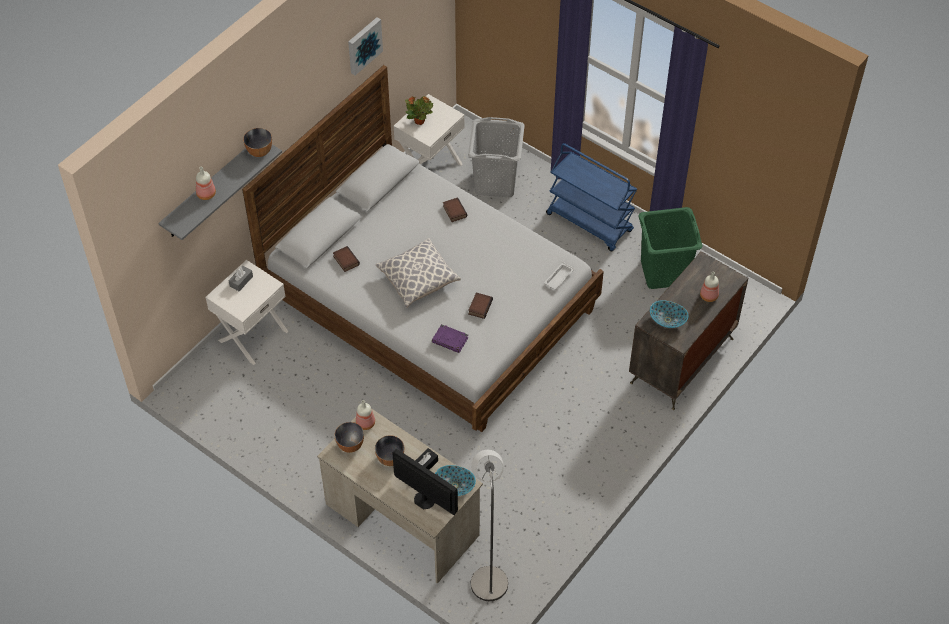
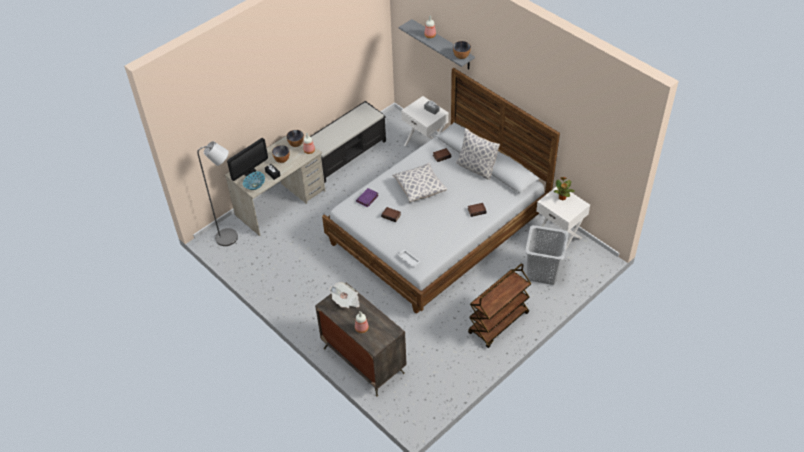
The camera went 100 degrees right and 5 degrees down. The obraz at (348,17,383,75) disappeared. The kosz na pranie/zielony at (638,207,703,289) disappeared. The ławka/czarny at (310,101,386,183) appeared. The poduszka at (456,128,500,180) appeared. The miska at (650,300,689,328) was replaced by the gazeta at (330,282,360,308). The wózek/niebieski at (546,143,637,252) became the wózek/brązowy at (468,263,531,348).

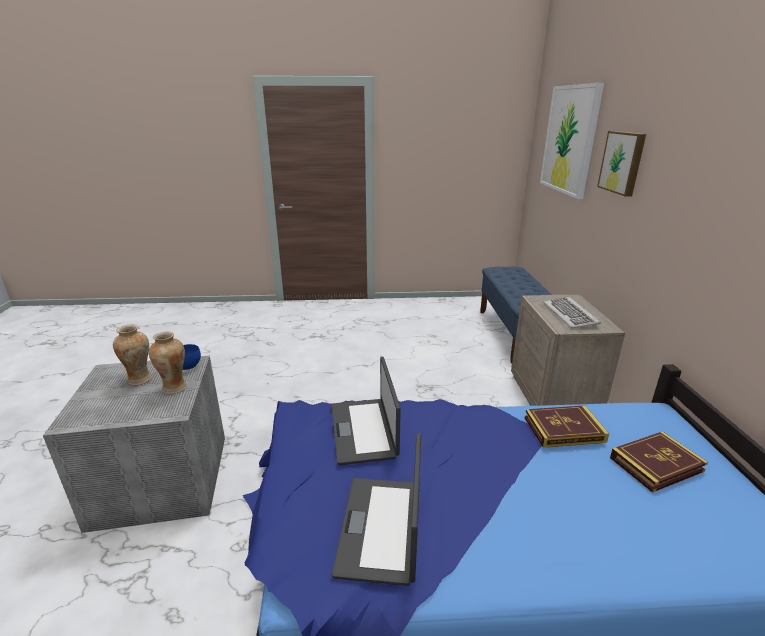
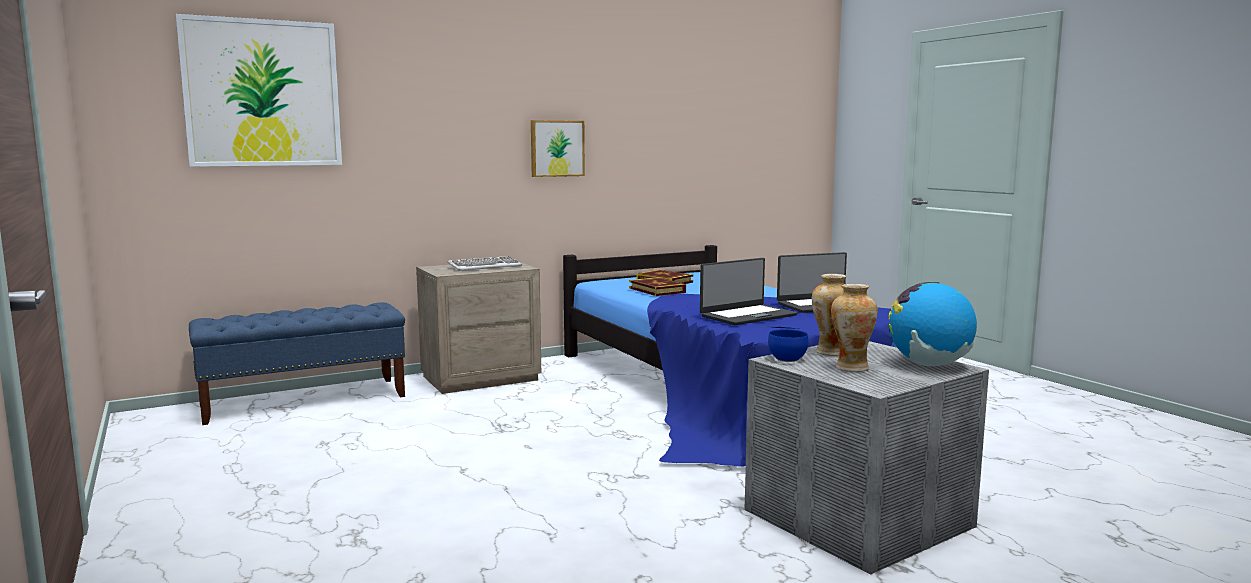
The camera went 115 degrees left and 15 degrees down. The globus at (888,282,977,366) appeared. The obraz moved from (597,131,646,196) to (531,120,585,177).

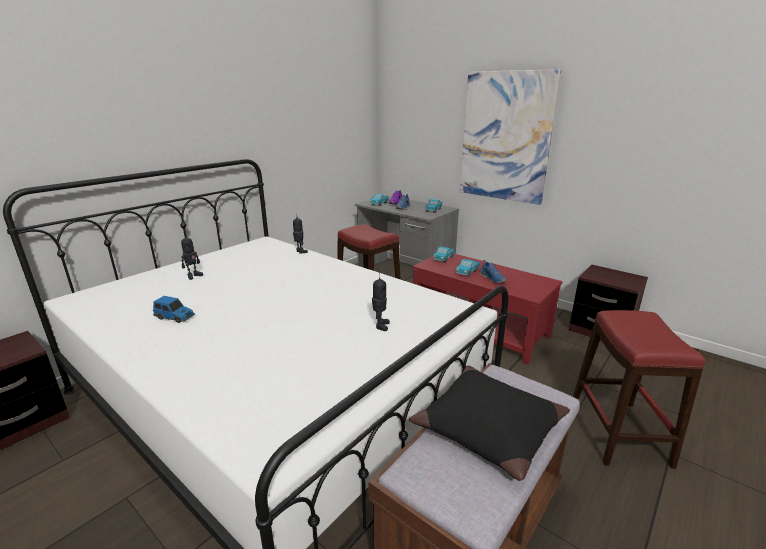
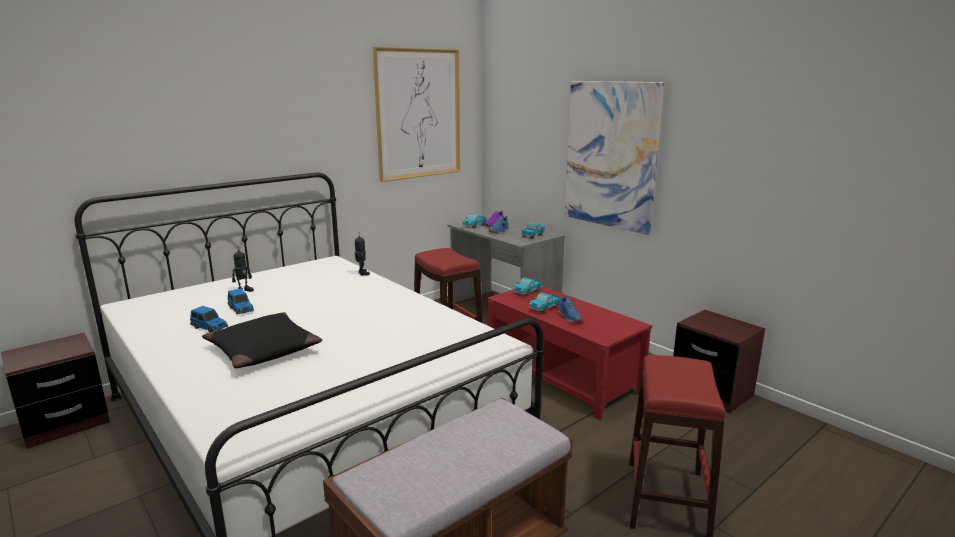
The camera went 10 degrees right and 5 degrees down. The robot zabawkowy at (372,272,390,331) disappeared. The samochodzik at (227,288,254,314) appeared. The obraz at (373,47,460,182) appeared. The poduszka/czarny moved from (409,366,570,481) to (202,312,322,368).

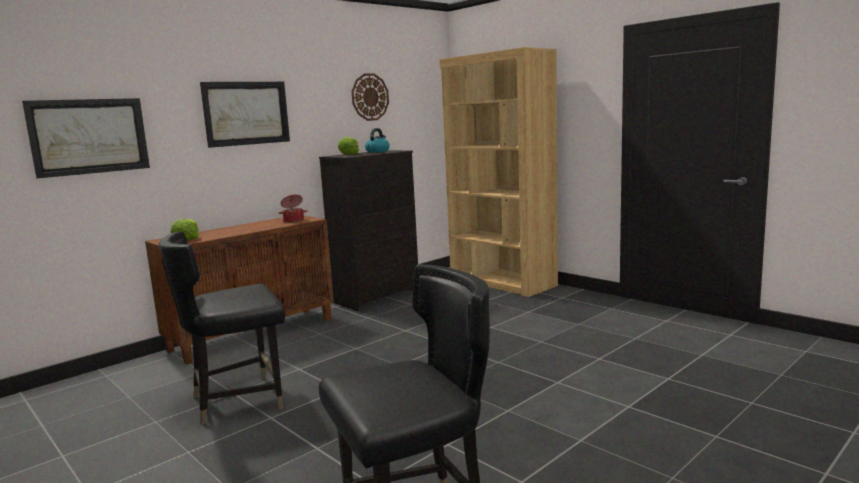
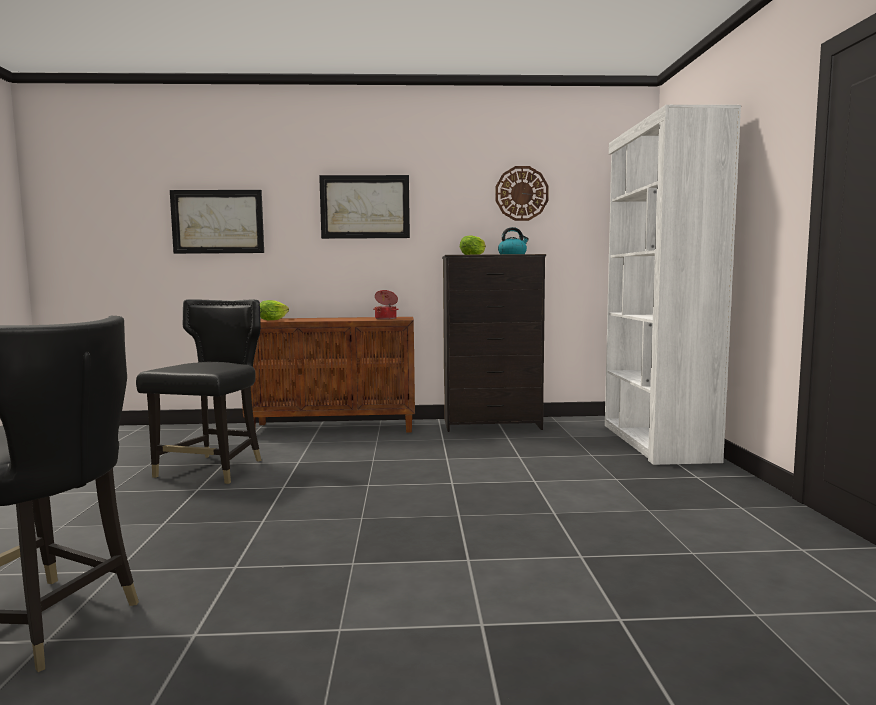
The camera went 40 degrees right and 5 degrees down. The regał/brązowy at (439,47,558,297) became the regał/biały at (605,105,741,465). The krzesło/czarny at (159,231,285,425) turned 90 degrees clockwise.

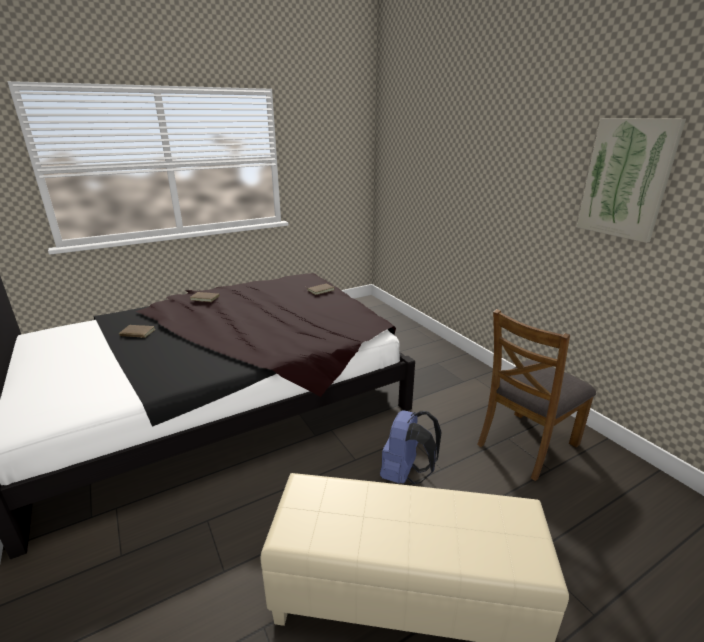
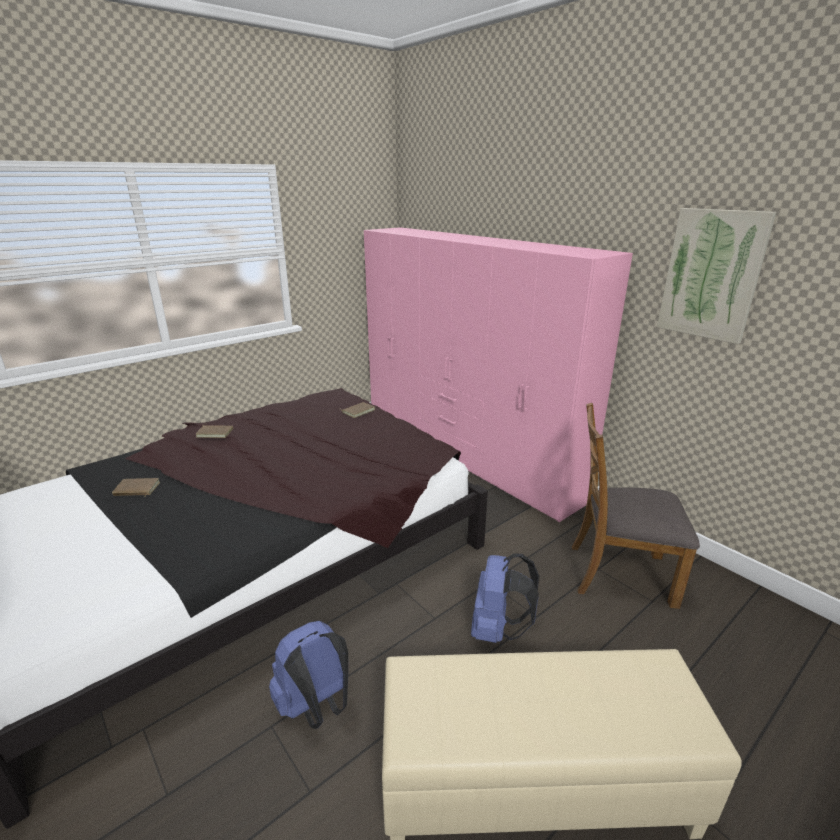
The camera went 10 degrees left and 0 degrees up. The plecak/niebieski at (269,621,348,729) appeared. The szafa/różowy at (364,227,633,522) appeared. The krzesło/brązowy at (477,309,596,481) turned 60 degrees clockwise.

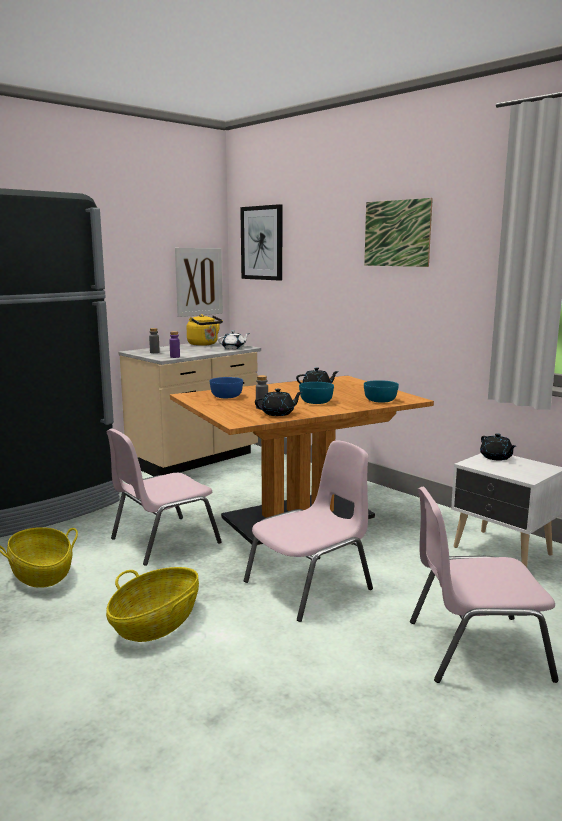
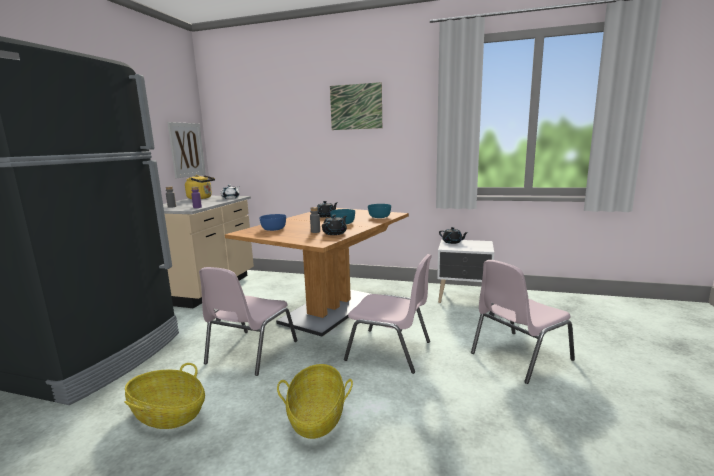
The camera went 30 degrees left and 0 degrees up. The obraz at (240,204,282,281) disappeared. The krzesło/różowy at (244,440,373,622) turned 90 degrees clockwise.

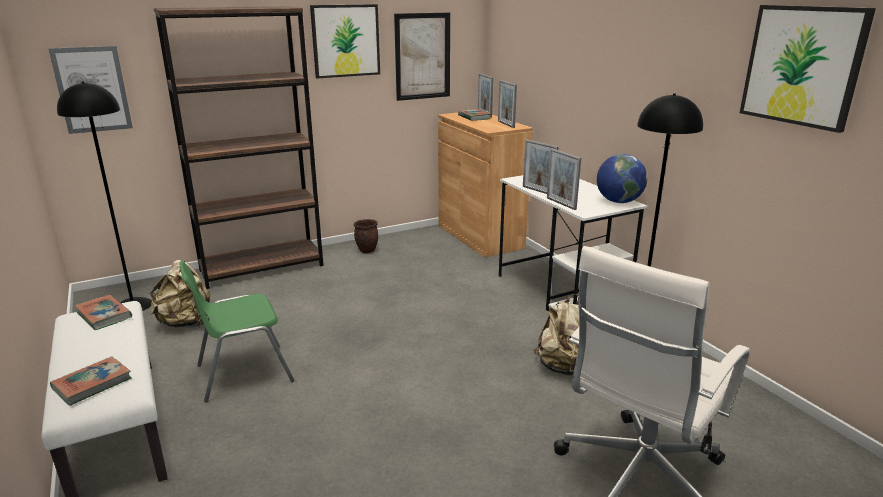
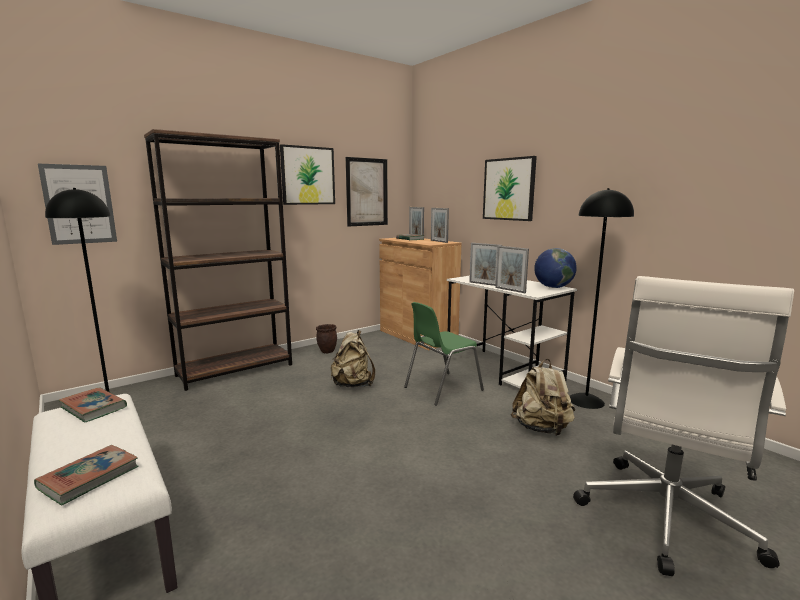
The camera went 10 degrees left and 10 degrees down. The plecak/beżowy moved from (149,260,210,328) to (331,330,375,387). The krzesło/zielony moved from (179,261,294,403) to (404,302,484,406). The obraz moved from (740,5,876,133) to (483,156,537,221).

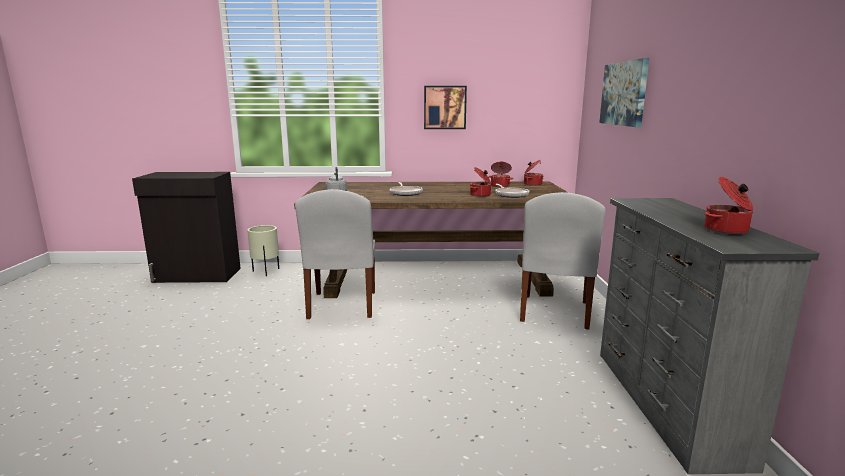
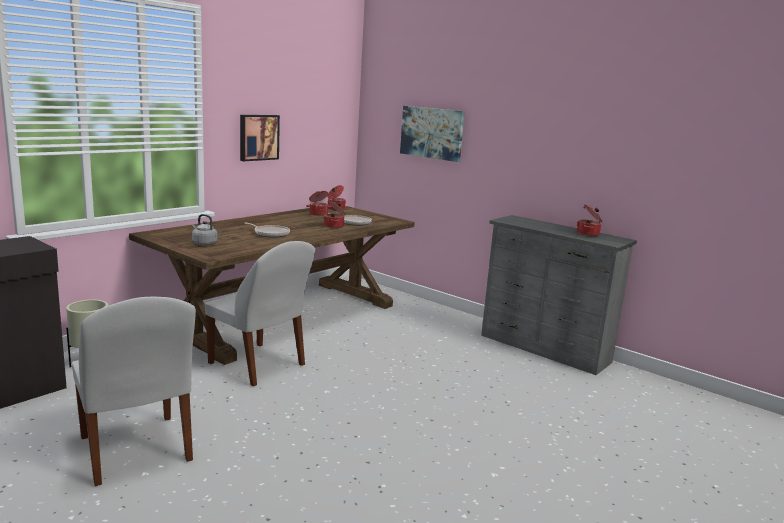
The camera went 50 degrees left and 0 degrees up. The krzesło/biały moved from (520,192,605,329) to (72,297,196,486).

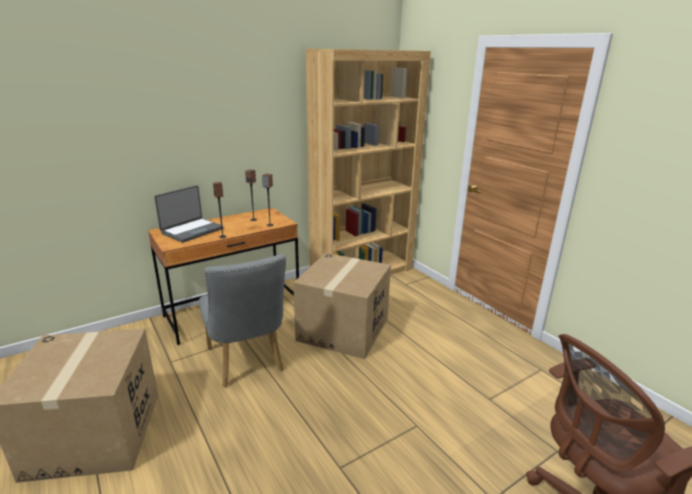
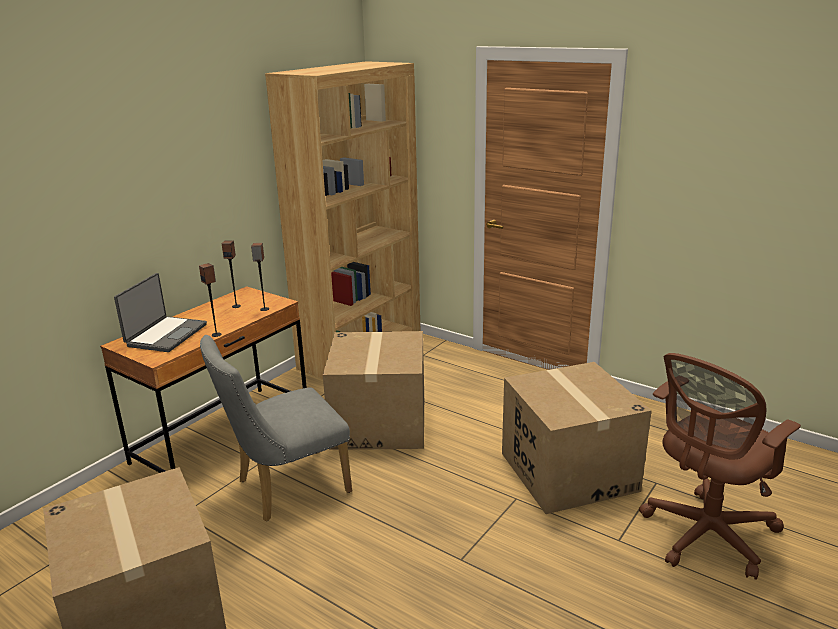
The camera went 20 degrees left and 0 degrees up. The karton at (502,362,652,514) appeared. The krzesło/szary at (199,254,286,387) turned 105 degrees clockwise.

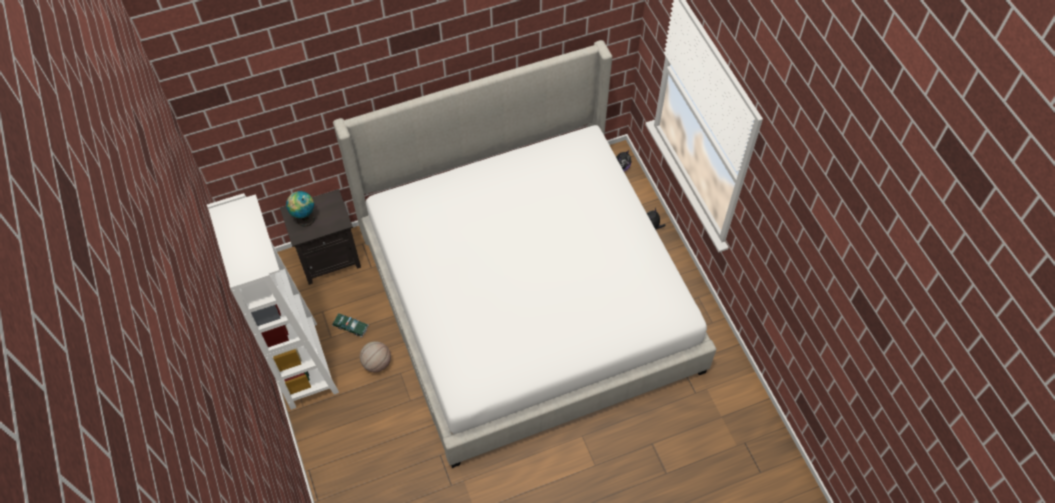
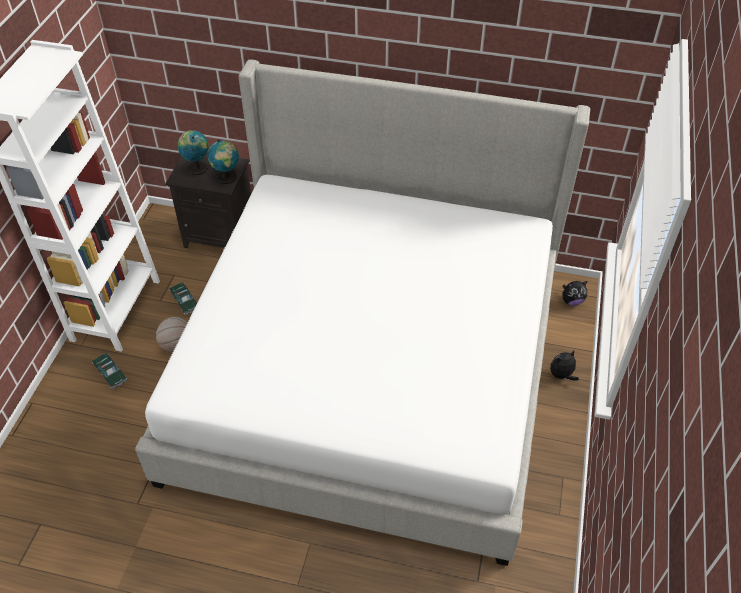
The camera went 35 degrees right and 10 degrees down. The samochodzik at (92,353,127,389) appeared. The globus at (208,140,239,184) appeared.

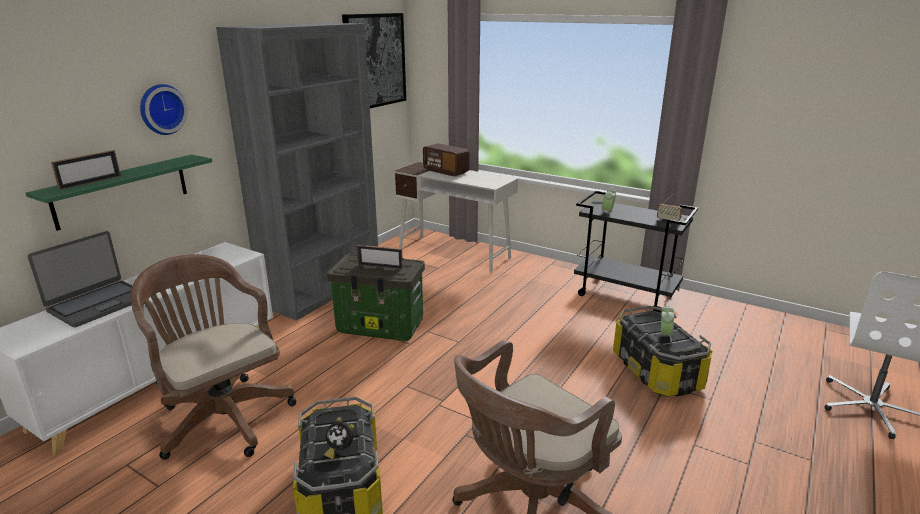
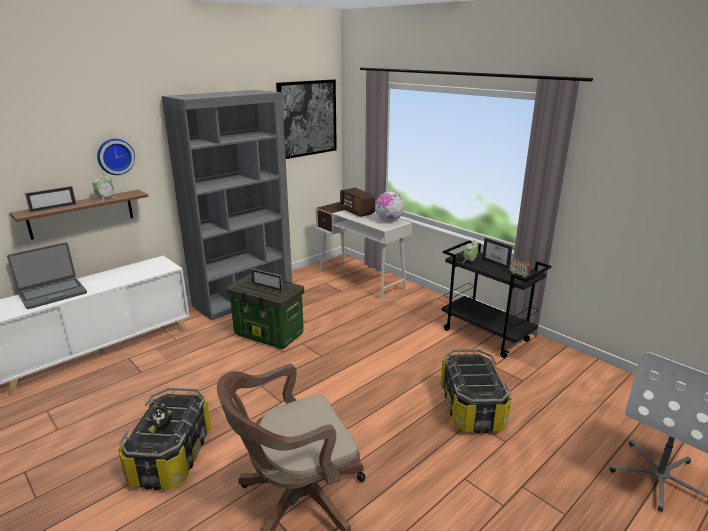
The camera went 15 degrees right and 0 degrees up. The krzesło biurowe/brązowy at (131,254,296,460) disappeared. The globus at (375,191,405,221) appeared. The ramka na zdjęcie at (482,238,512,269) appeared. The budzik moved from (661,305,674,342) to (92,174,116,201). The półka/zielony at (26,154,213,231) became the półka/brązowy at (10,190,148,240).

